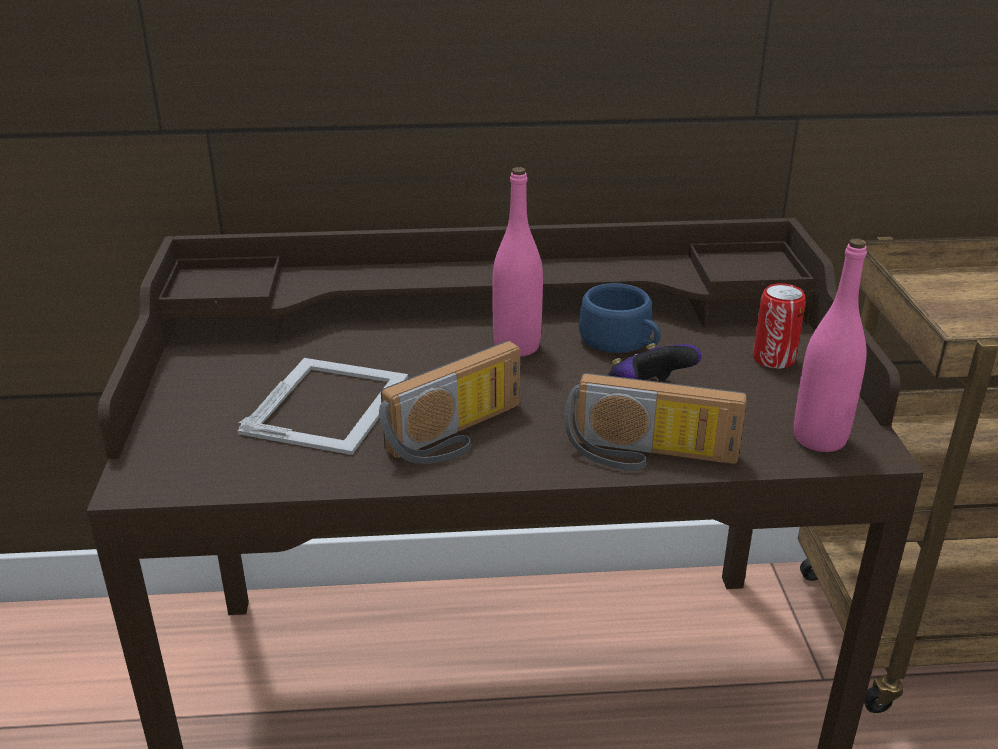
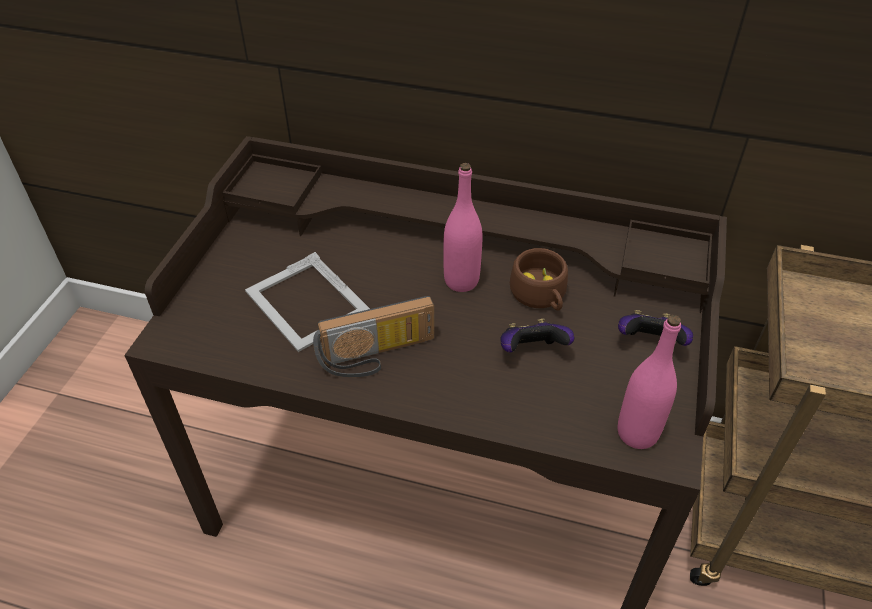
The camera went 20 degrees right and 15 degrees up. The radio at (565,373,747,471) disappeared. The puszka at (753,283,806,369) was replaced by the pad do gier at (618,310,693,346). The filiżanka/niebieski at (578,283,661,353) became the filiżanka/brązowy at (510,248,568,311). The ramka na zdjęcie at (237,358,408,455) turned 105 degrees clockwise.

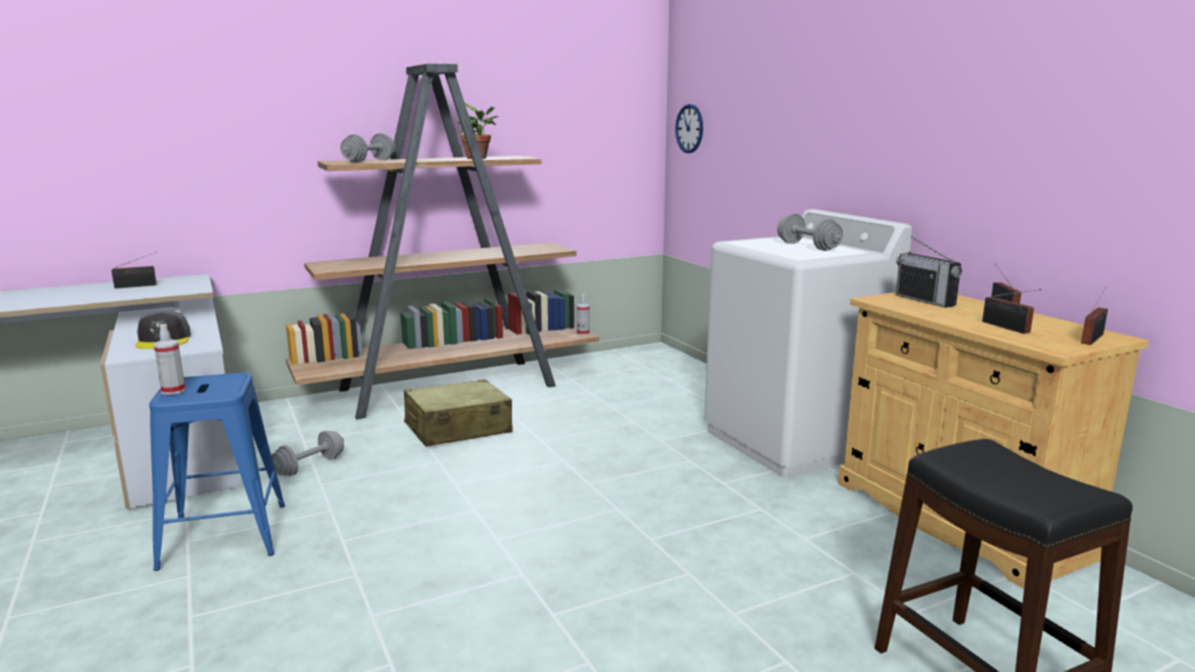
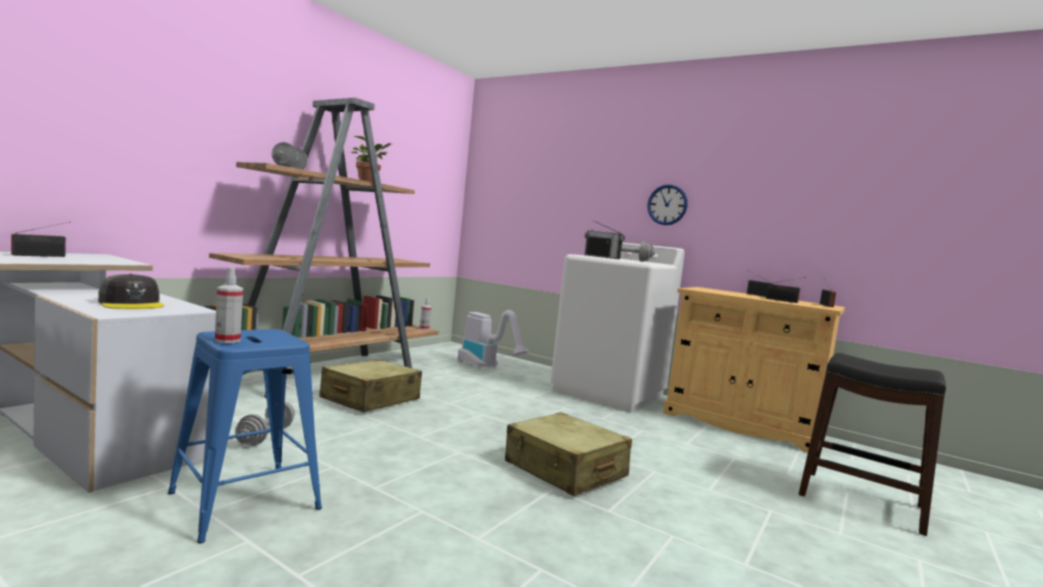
The camera went 30 degrees left and 10 degrees down. The odkurzacz at (458,310,529,369) appeared. The walizka/beżowy at (505,412,632,496) appeared. The zegar ścienny moved from (675,104,703,153) to (648,184,688,225). The radio moved from (896,236,962,308) to (585,220,625,259).

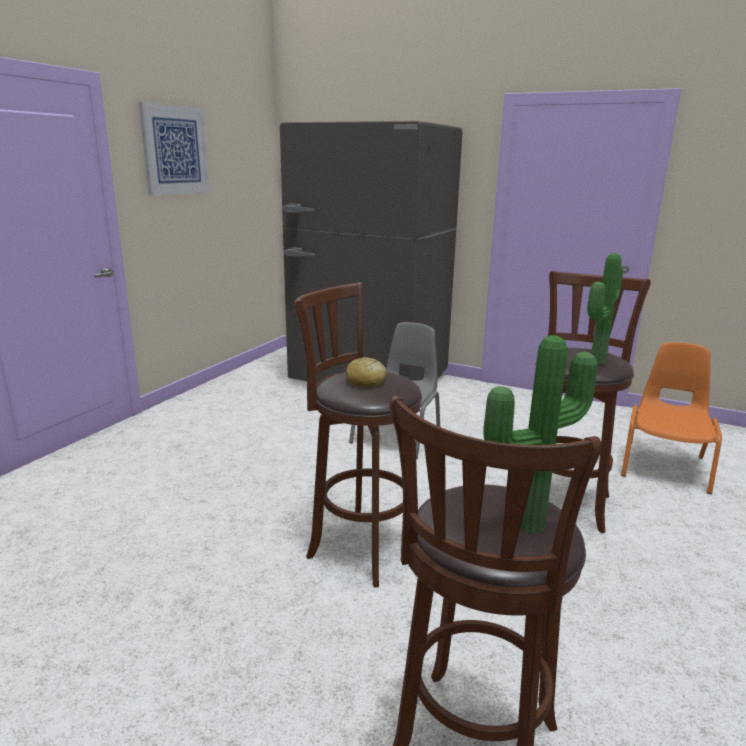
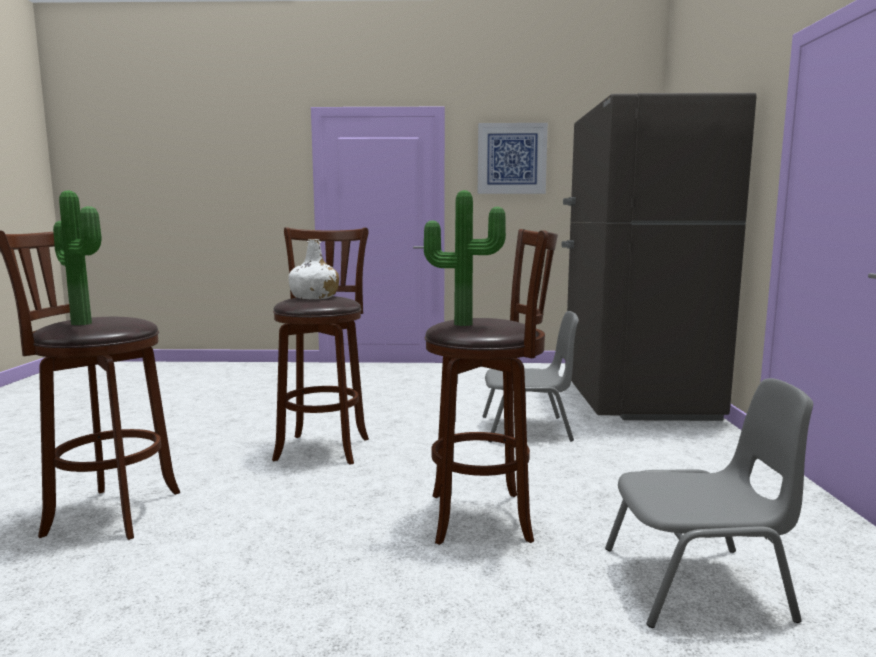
The camera went 65 degrees right and 10 degrees down. The chleb at (346,357,387,387) was replaced by the butelka/biały at (289,239,339,299). The krzesło/pomarańczowy at (621,342,722,494) became the krzesło/szary at (605,378,813,628).

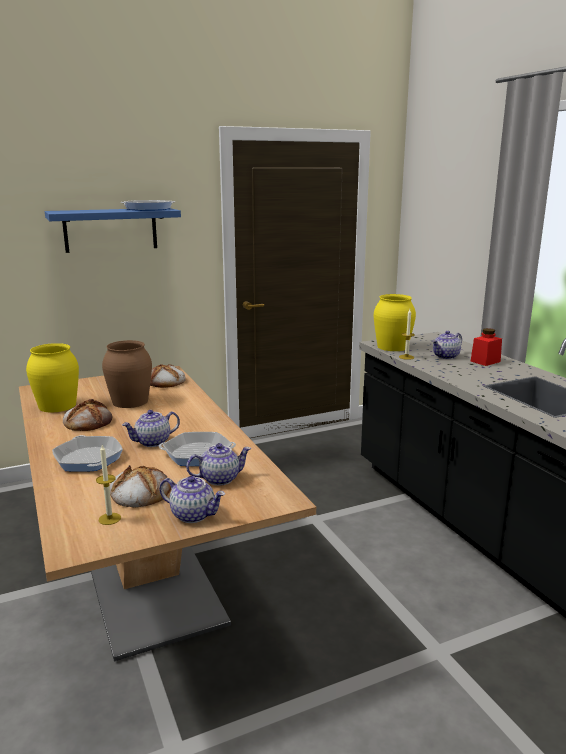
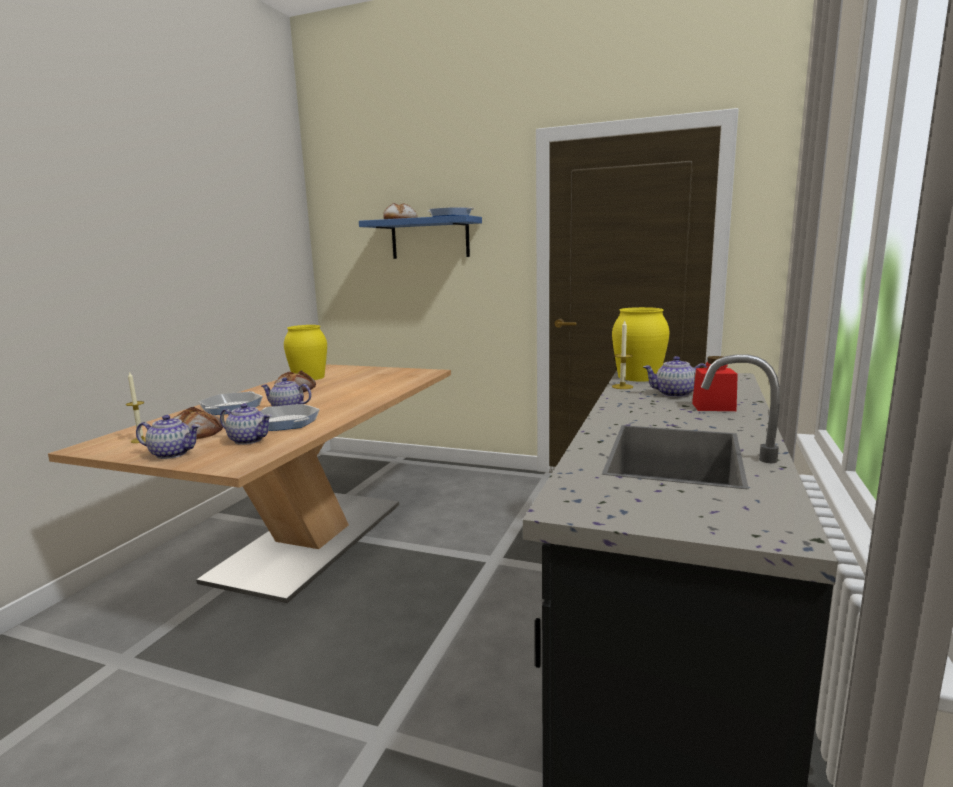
The camera went 45 degrees right and 5 degrees down. The wazon/brązowy at (102,340,152,408) disappeared. The chleb moved from (150,364,186,388) to (383,203,418,219). The imbryk at (159,476,225,523) turned 60 degrees counterclockwise.

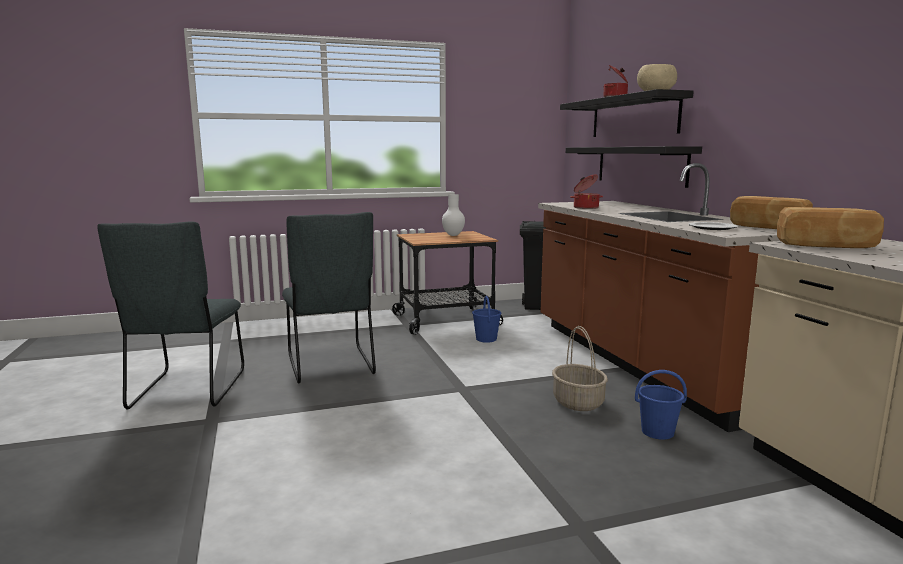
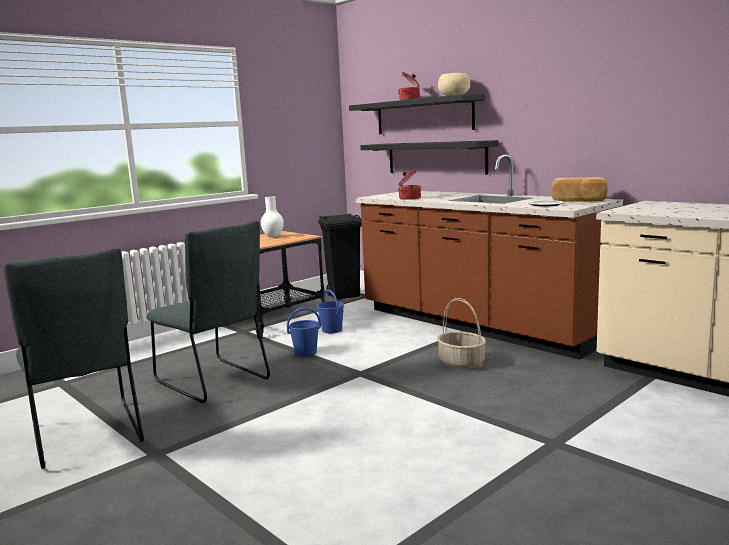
The camera went 25 degrees left and 0 degrees up. The chleb at (777,207,884,248) disappeared. The wiadro/niebieski moved from (635,370,687,440) to (287,308,321,356).

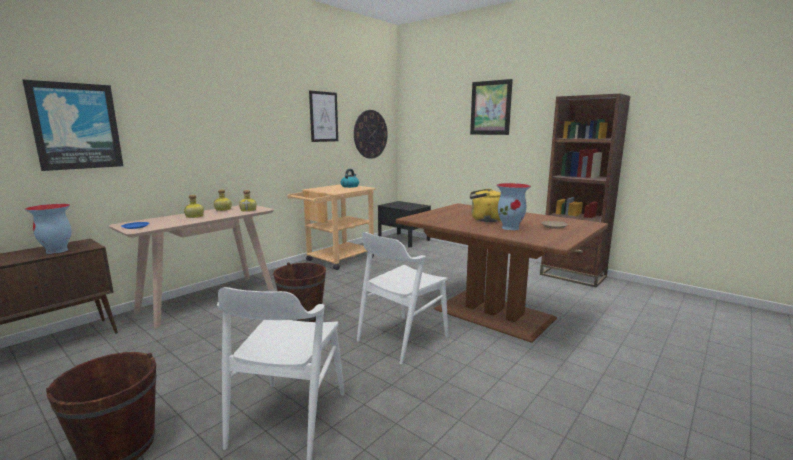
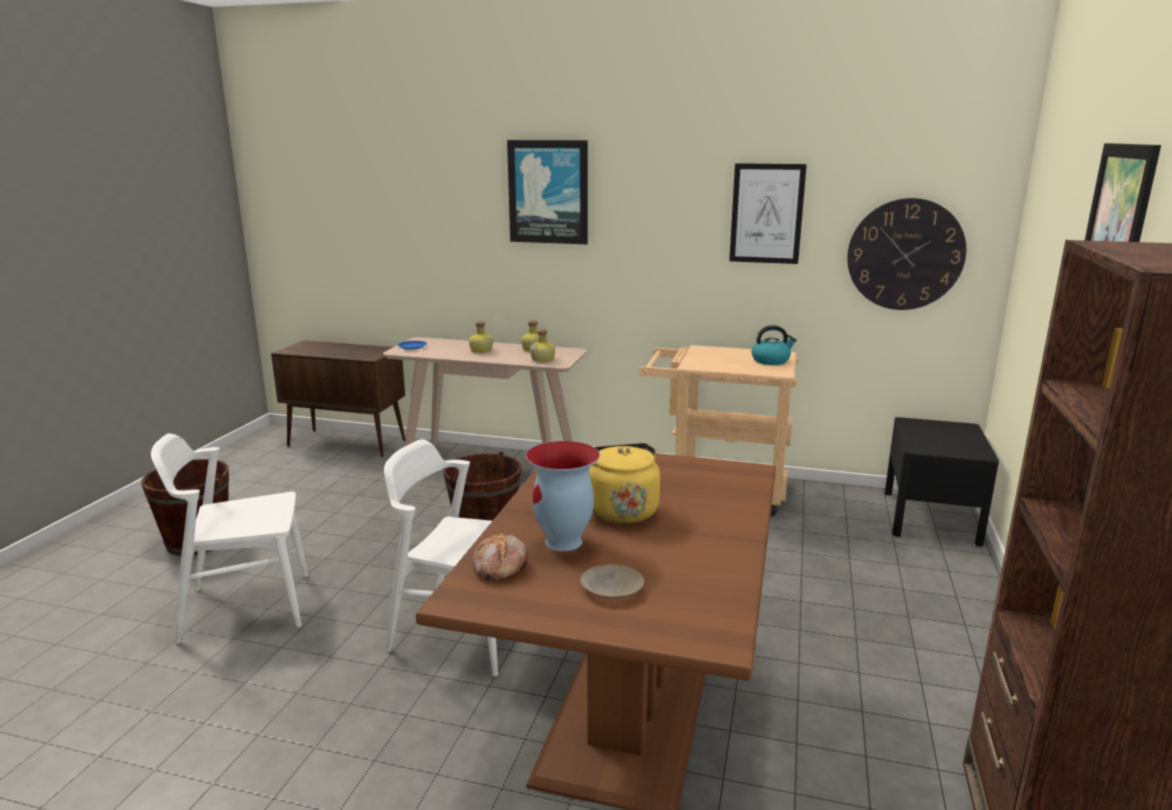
The camera went 65 degrees right and 5 degrees up. The wazon at (25,204,72,254) disappeared. The chleb at (472,530,528,580) appeared. The obraz moved from (22,80,123,171) to (507,140,588,244).

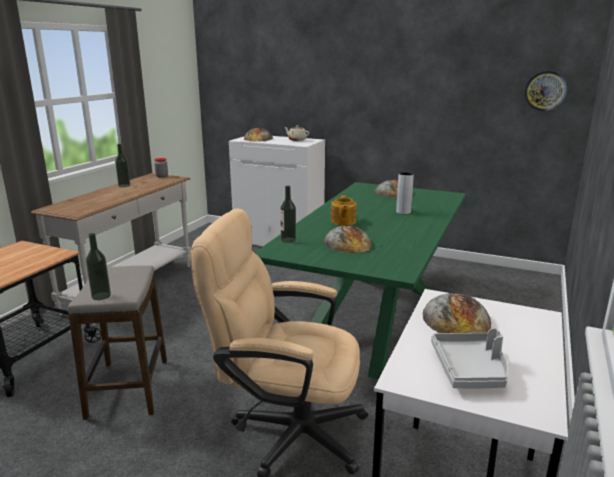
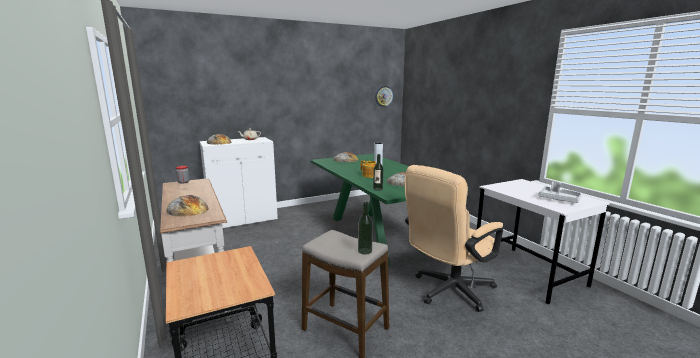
The camera went 50 degrees left and 5 degrees down. The butelka at (115,144,130,187) disappeared. The chleb moved from (423,293,491,333) to (166,195,208,217).

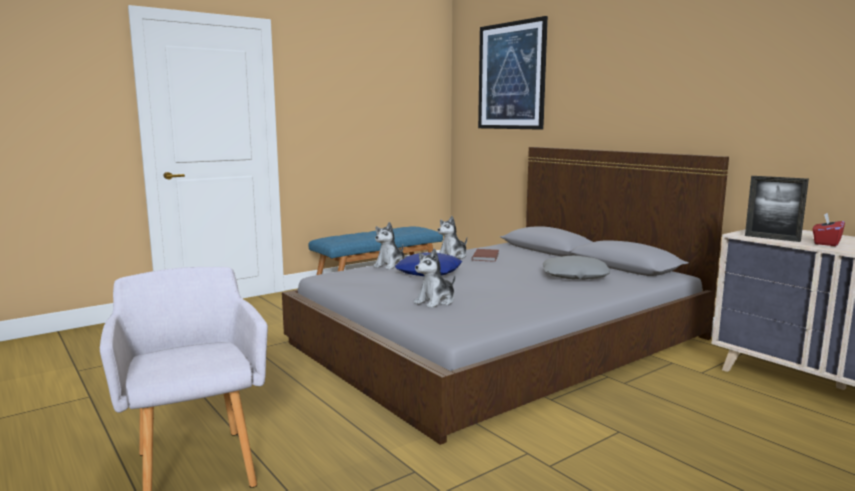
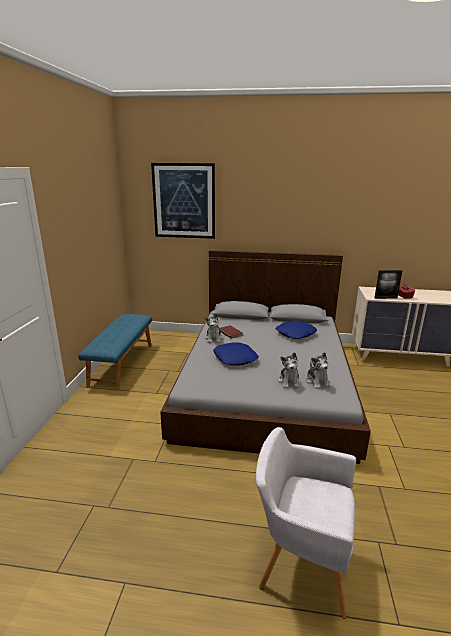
The camera went 45 degrees left and 10 degrees up. The pluszak moved from (374,222,405,270) to (306,352,330,389). The poduszka/szary at (543,256,610,280) became the poduszka/niebieski at (276,321,317,339).

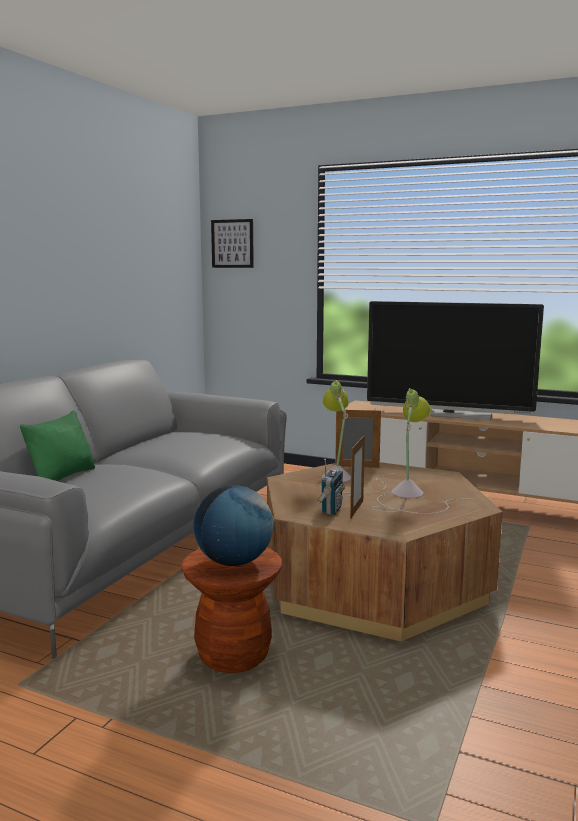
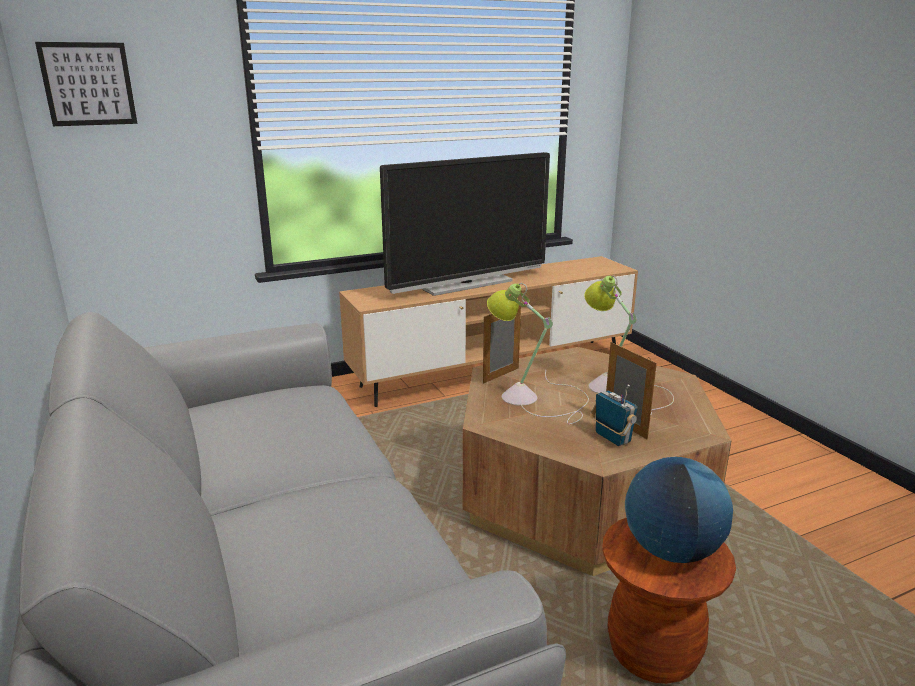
The camera went 50 degrees left and 10 degrees up. The poduszka/zielony at (20,410,95,481) disappeared.

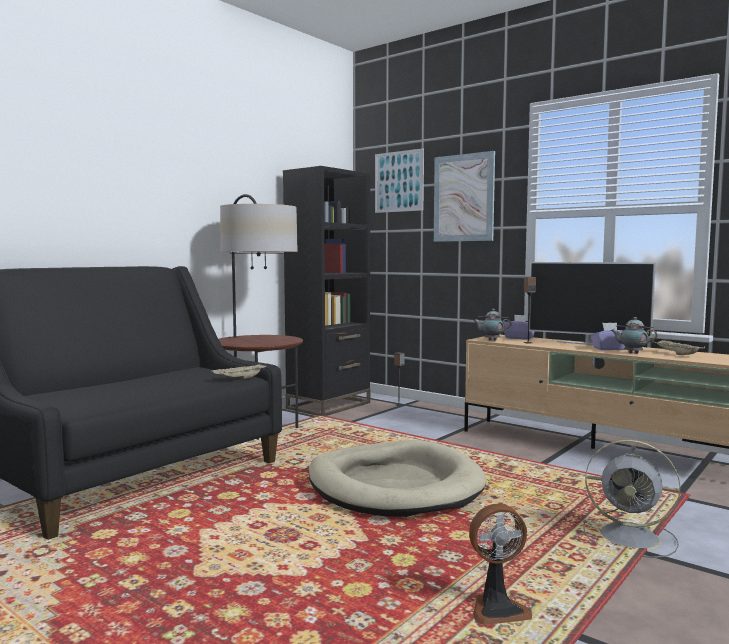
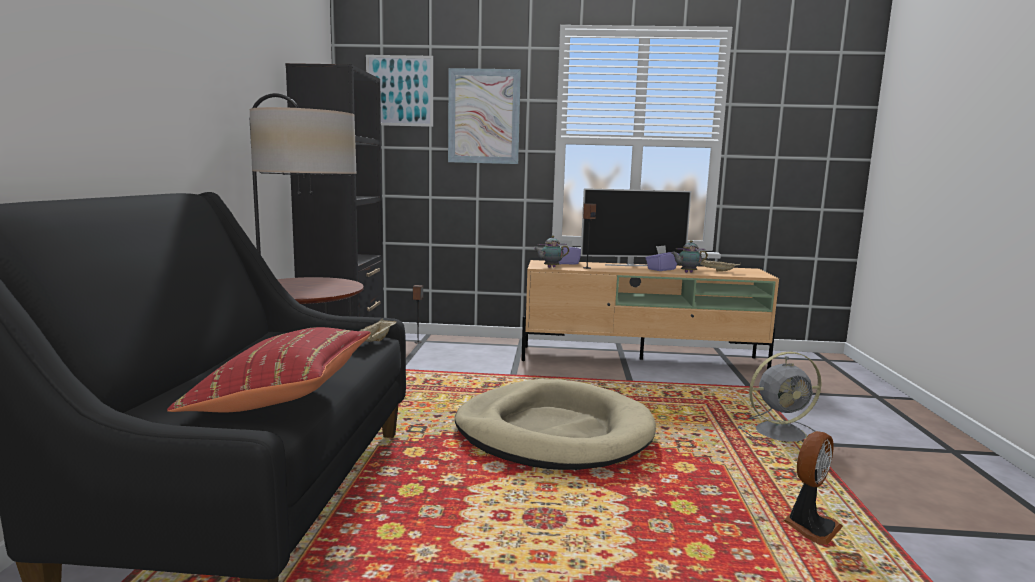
The camera went 35 degrees left and 5 degrees up. The poduszka/czerwony at (167,327,371,412) appeared.

